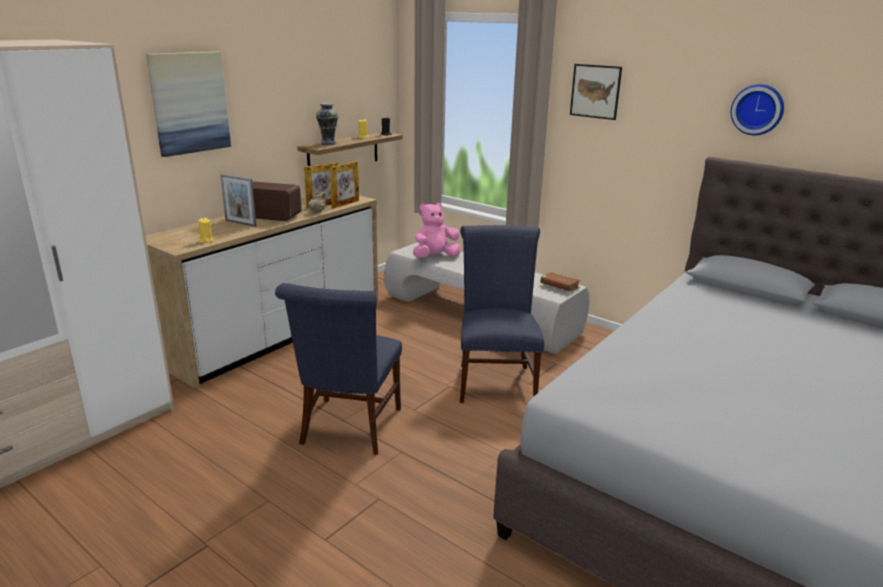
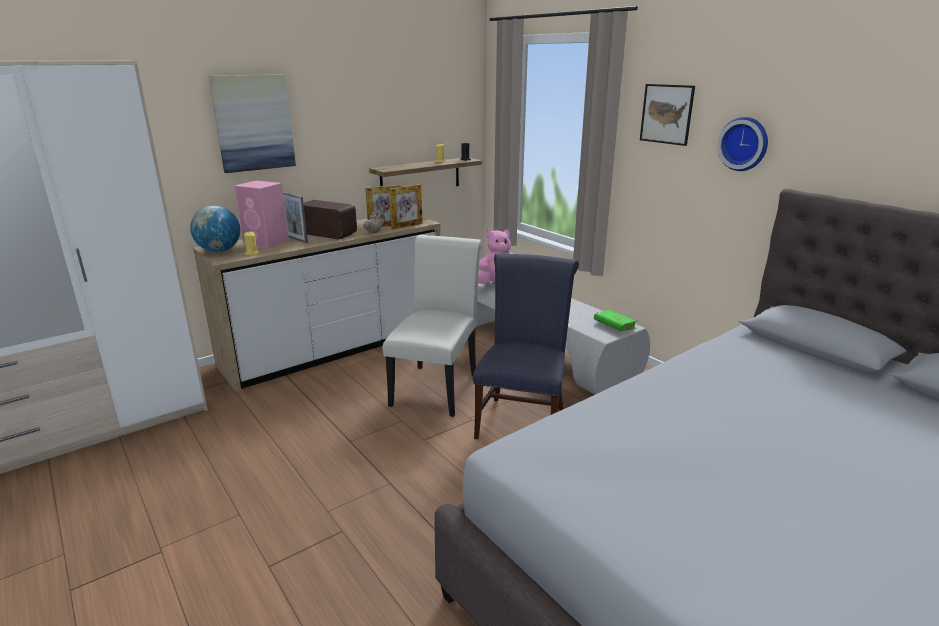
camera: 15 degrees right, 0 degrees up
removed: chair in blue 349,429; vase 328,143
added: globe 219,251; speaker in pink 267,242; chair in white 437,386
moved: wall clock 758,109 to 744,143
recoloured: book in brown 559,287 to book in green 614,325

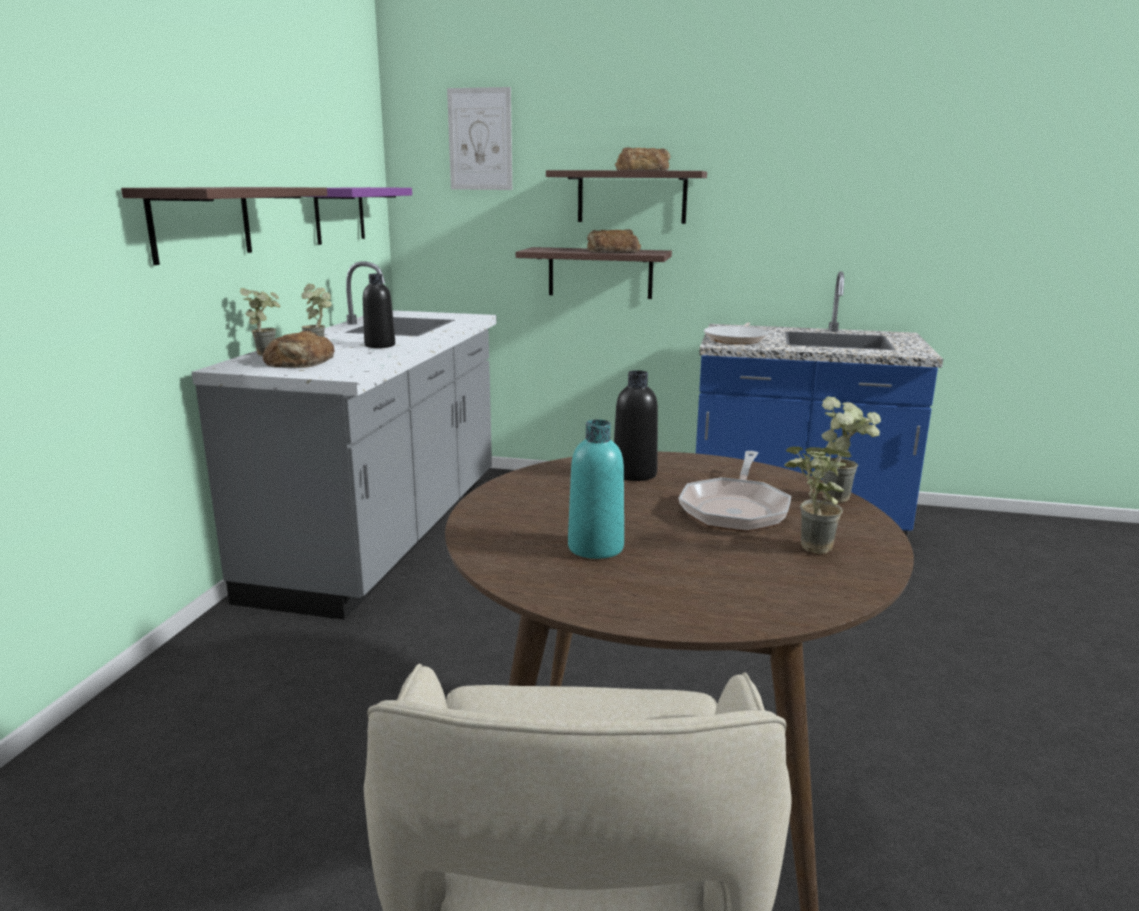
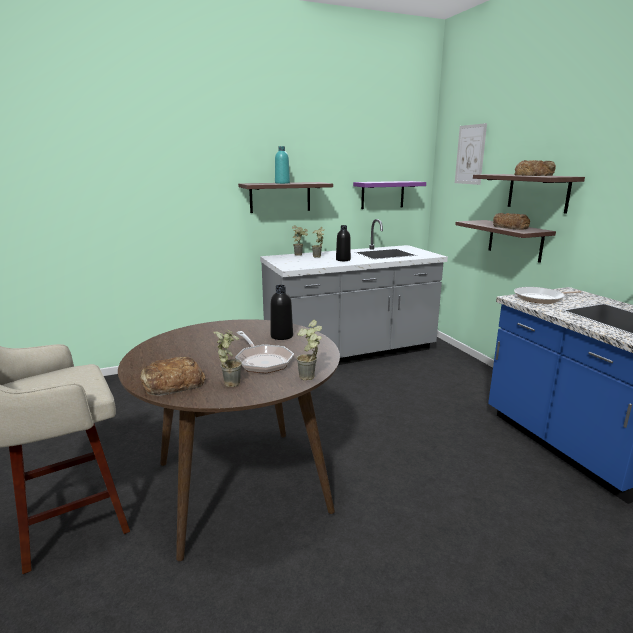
camera: 55 degrees right, 0 degrees up
moved: bread 300,361 to 172,383; bottle in turquoise 595,547 to 282,183
turned: frying pan 735,509 = 262,361 105 degrees counterclockwise

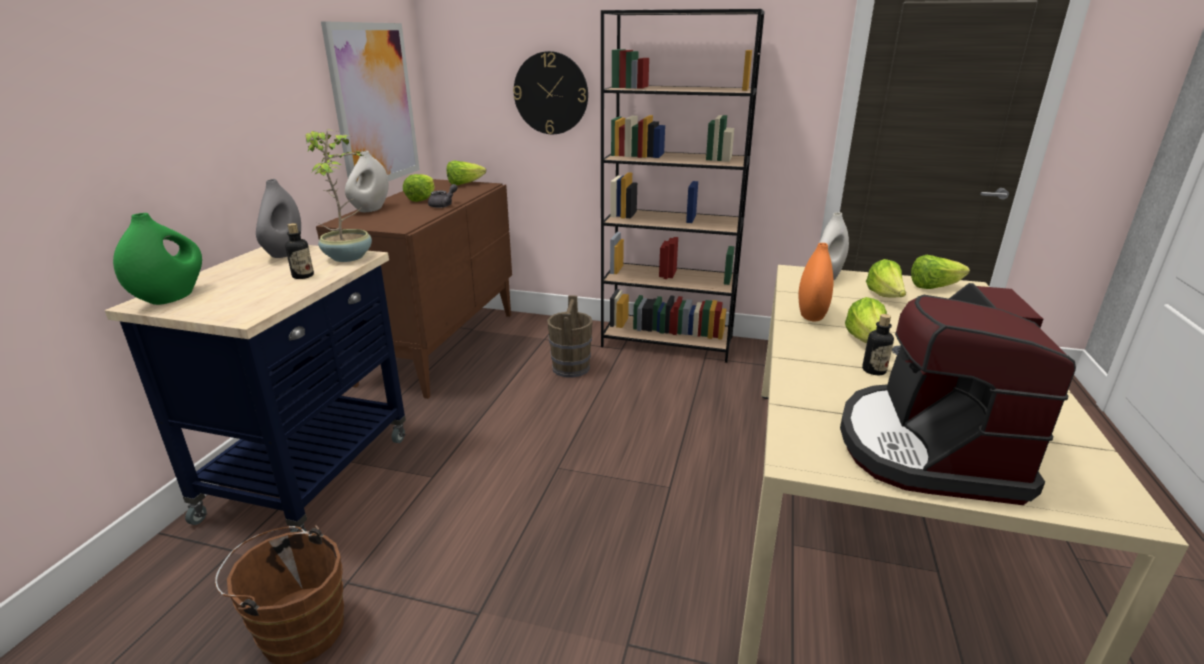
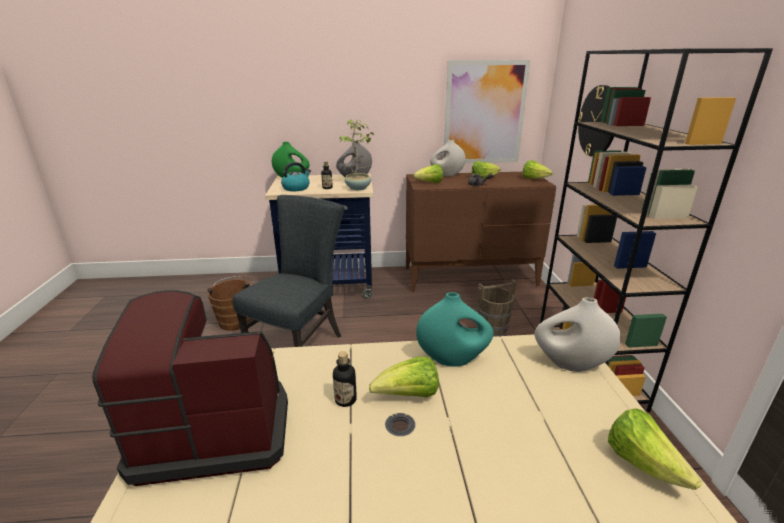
camera: 70 degrees right, 0 degrees up
added: chair in grey 300,344; kettle 296,188
moved: lettuce 885,297 to 429,183
recoloured: vase in orange 811,315 to vase in turquoise 452,359

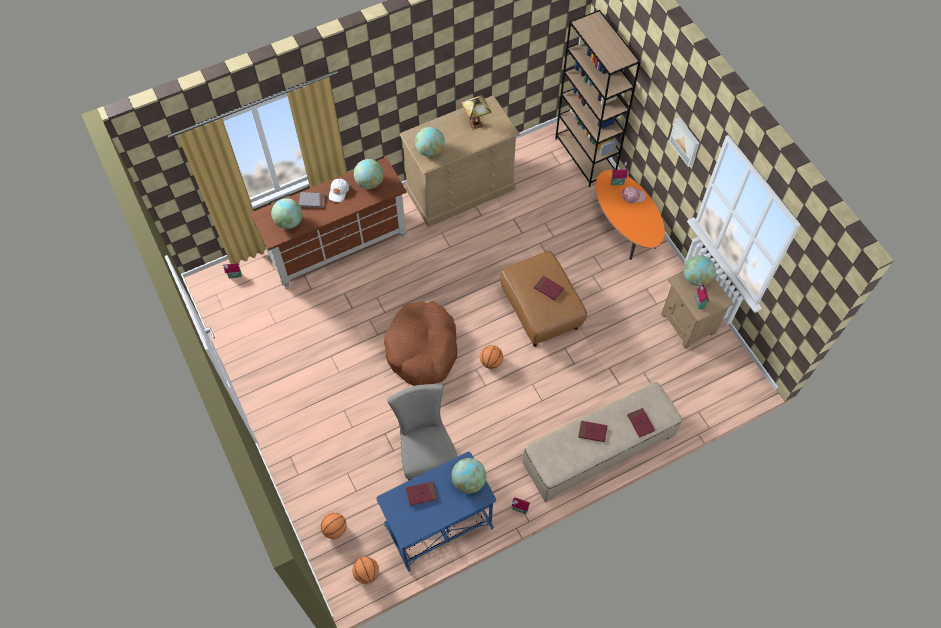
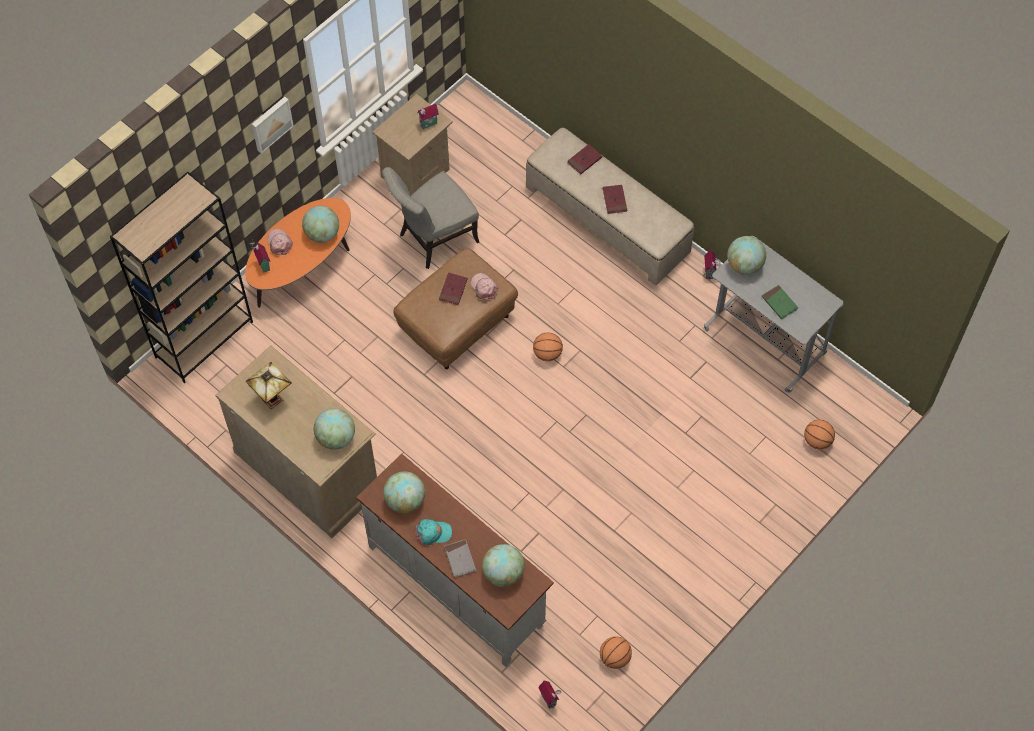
camera: 110 degrees left, 0 degrees up
removed: dog bed in brown 422,349
added: cap in pink 484,287
moved: basketball 366,573 to 615,657; chair in grey 426,456 to 434,239; globe 696,278 to 322,233
recoloured: cap in white 338,191 to cap in turquoise 433,532; desk in blue 438,527 to desk in grey 765,341; book in red 421,494 to book in green 779,303

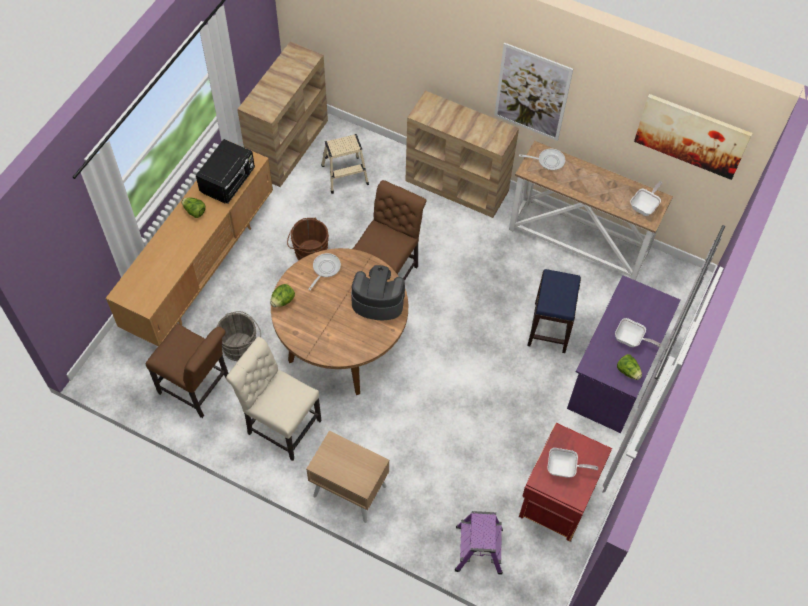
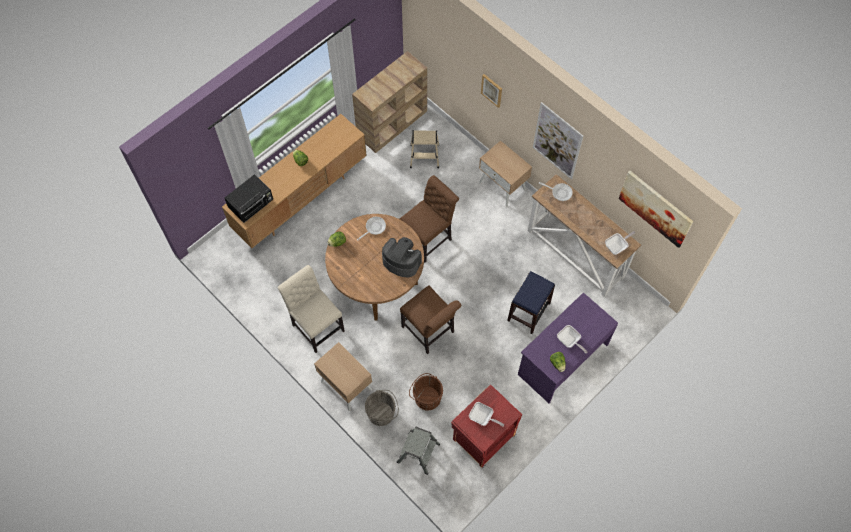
camera: 20 degrees right, 5 degrees up
added: picture 492,90
moved: chair in brown 198,389 to 430,332; microwave in black 228,182 to 252,205; bucket in grey 241,346 to 383,413; bucket in brown 309,252 to 426,397
replaced: bookcase in brown 457,185 to nightstand in beige 502,186
recoloured: step ladder in purple 479,550 to step ladder in grey 418,453

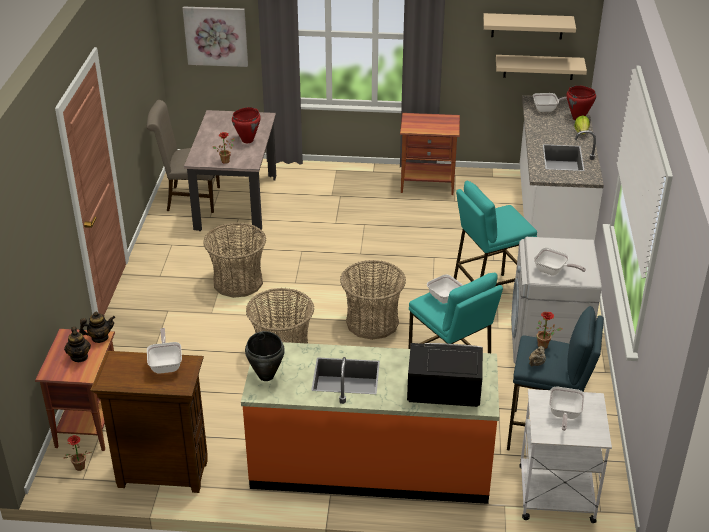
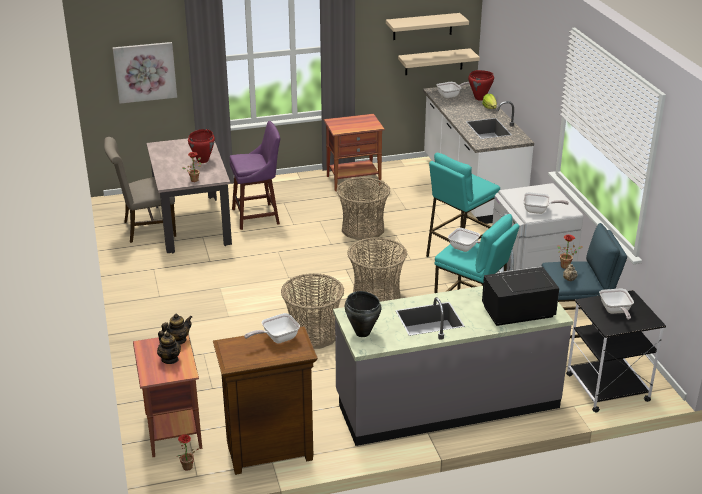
camera: 20 degrees left, 5 degrees down
added: chair in purple 258,216
moved: basket 238,282 to 362,229
recoloured: counter in orange 371,464 to counter in grey 446,402; cart in white 554,494 to cart in black 606,388
turned: frying pan 166,364 = 277,338 90 degrees counterclockwise

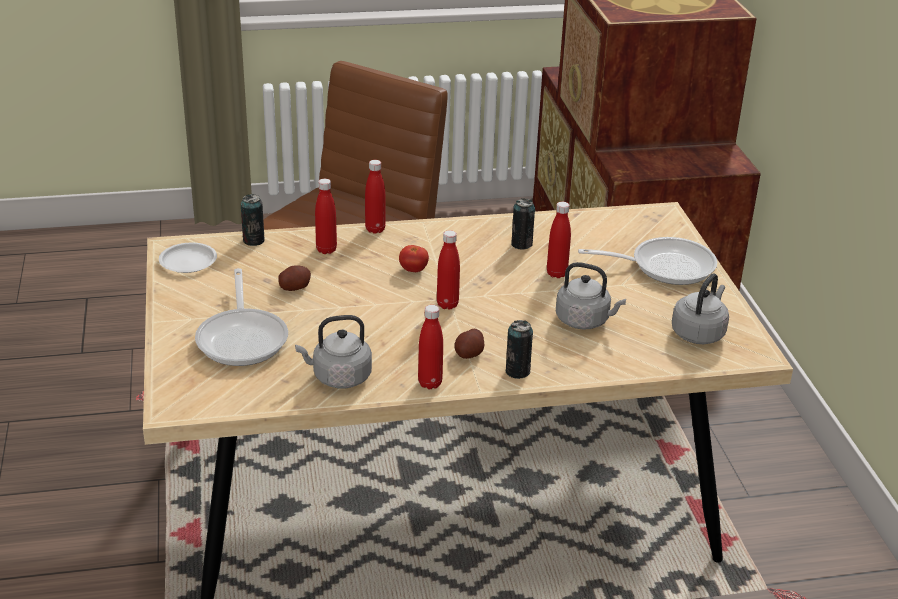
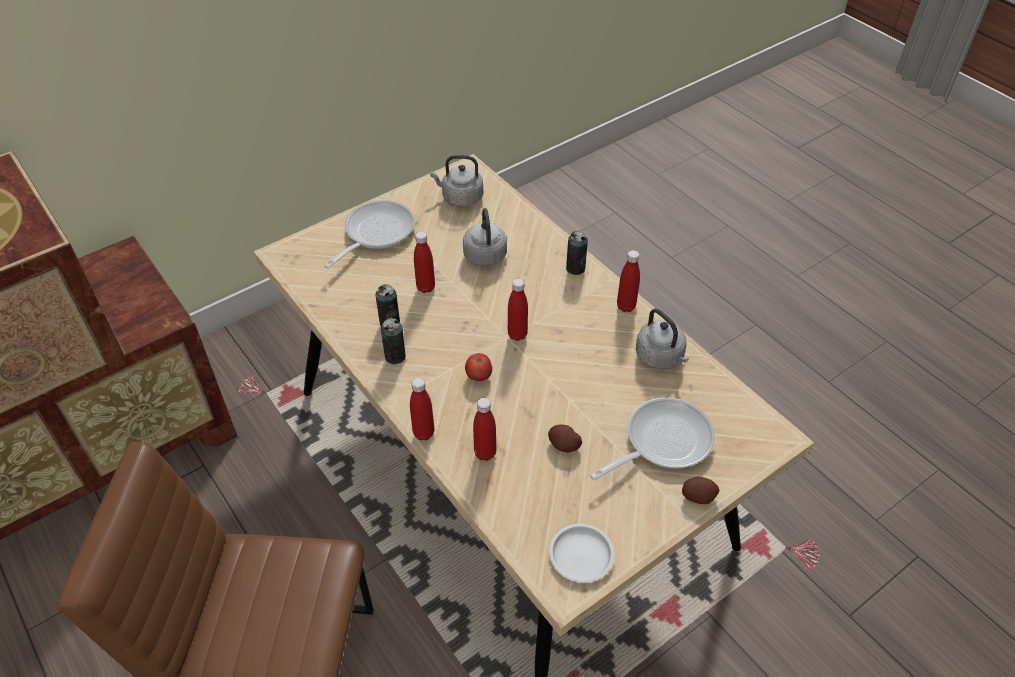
camera: 115 degrees left, 15 degrees up
moved: can 253,240 to 395,356; potato 469,354 to 698,496
turned: frying pan 664,266 = 375,233 60 degrees clockwise

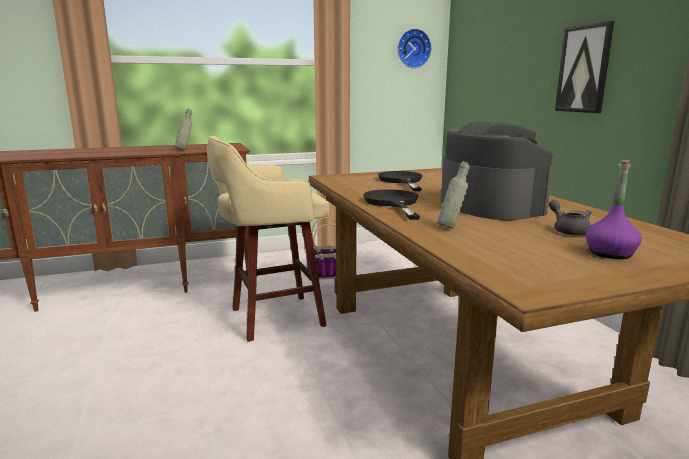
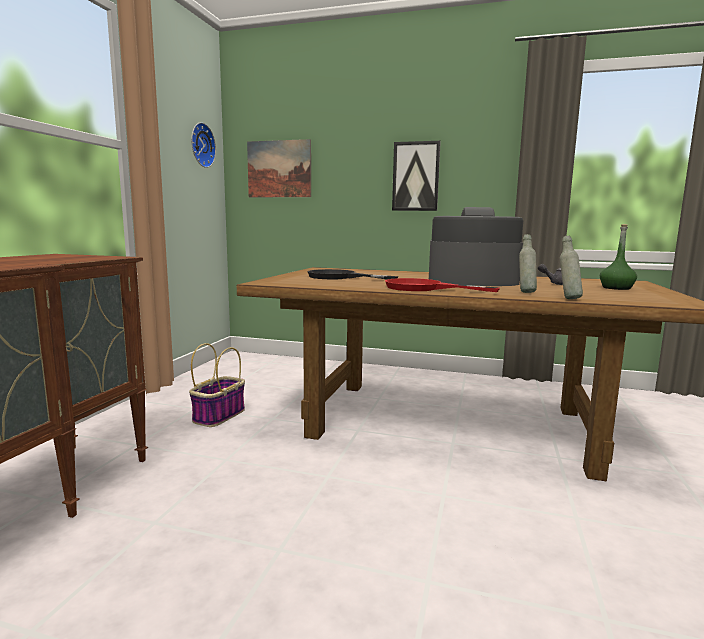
camera: 55 degrees left, 5 degrees down
removed: stool in beige 272,318
added: picture 279,169
moved: bottle in grey 185,150 to 567,298
recoloured: frying pan in black 393,203 to frying pan in red 424,288; bottle in purple 610,253 to bottle in green 616,288

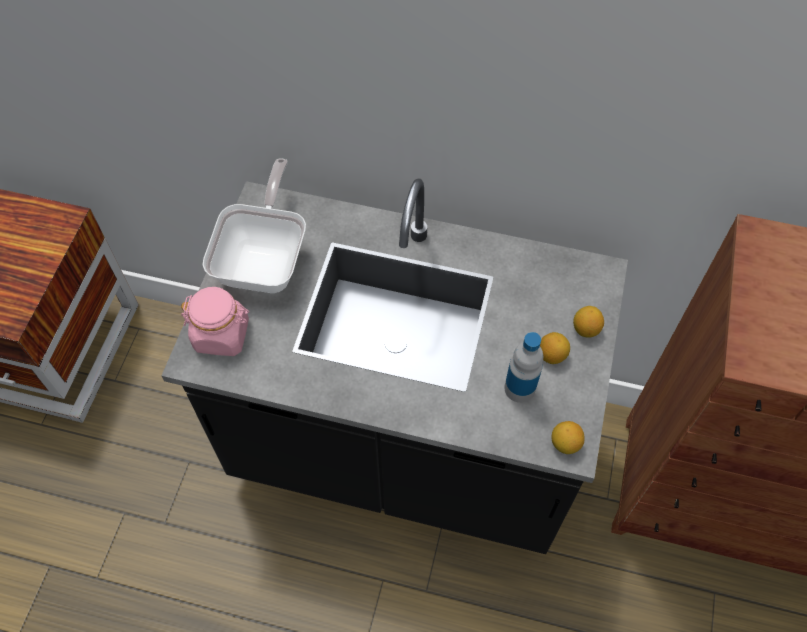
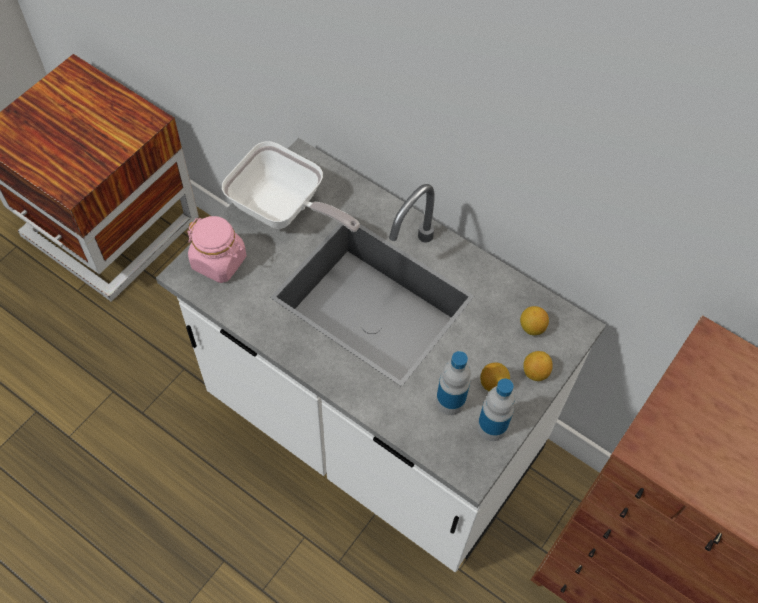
camera: 20 degrees right, 0 degrees up
added: bottle 492,427
moved: lemon 565,444 to 532,327
recoloured: counter in black 403,448 to counter in white 373,429
turned: frying pan 265,259 = 284,211 90 degrees clockwise

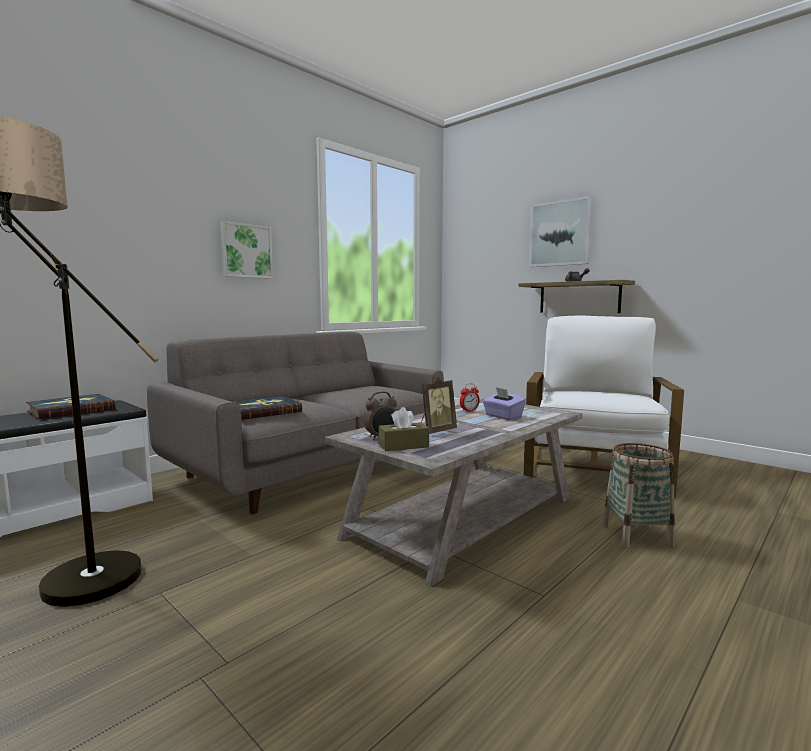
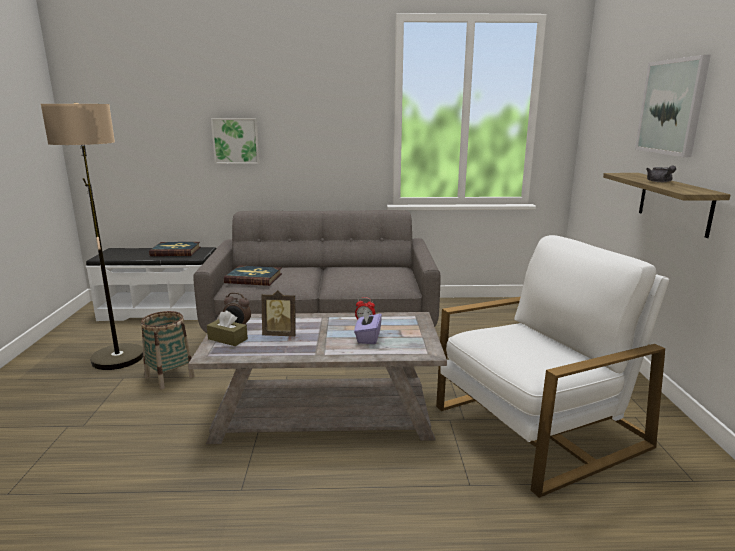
camera: 45 degrees right, 10 degrees up
moved: picture 246,251 to 236,140; basket 636,535 to 170,377

